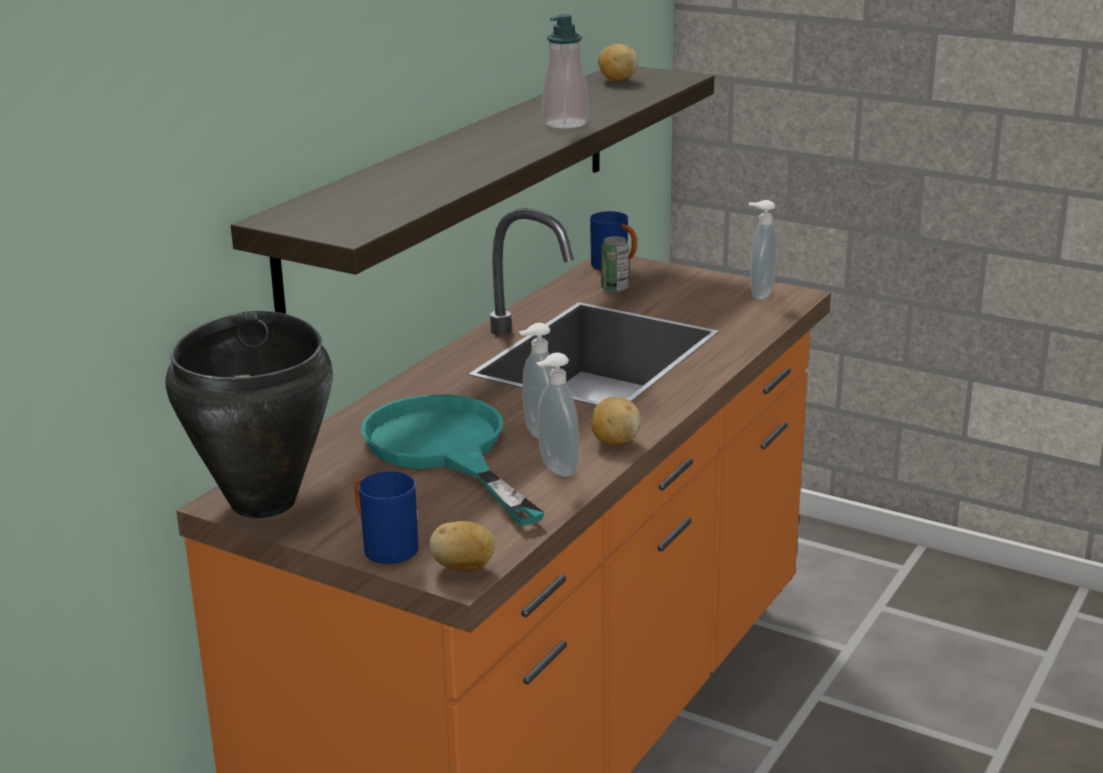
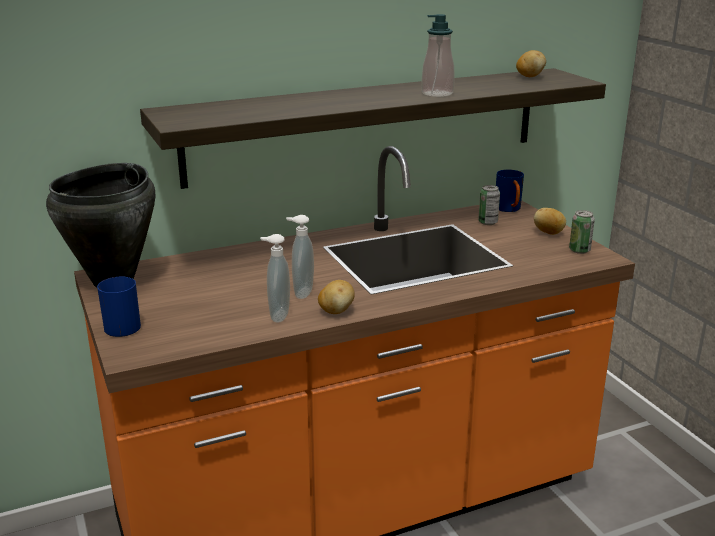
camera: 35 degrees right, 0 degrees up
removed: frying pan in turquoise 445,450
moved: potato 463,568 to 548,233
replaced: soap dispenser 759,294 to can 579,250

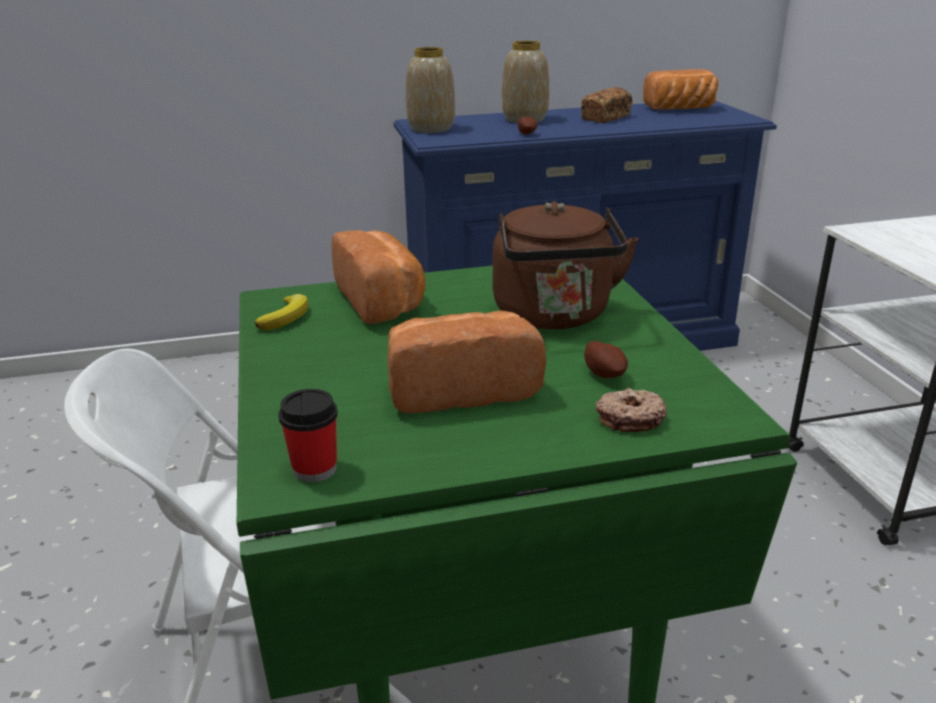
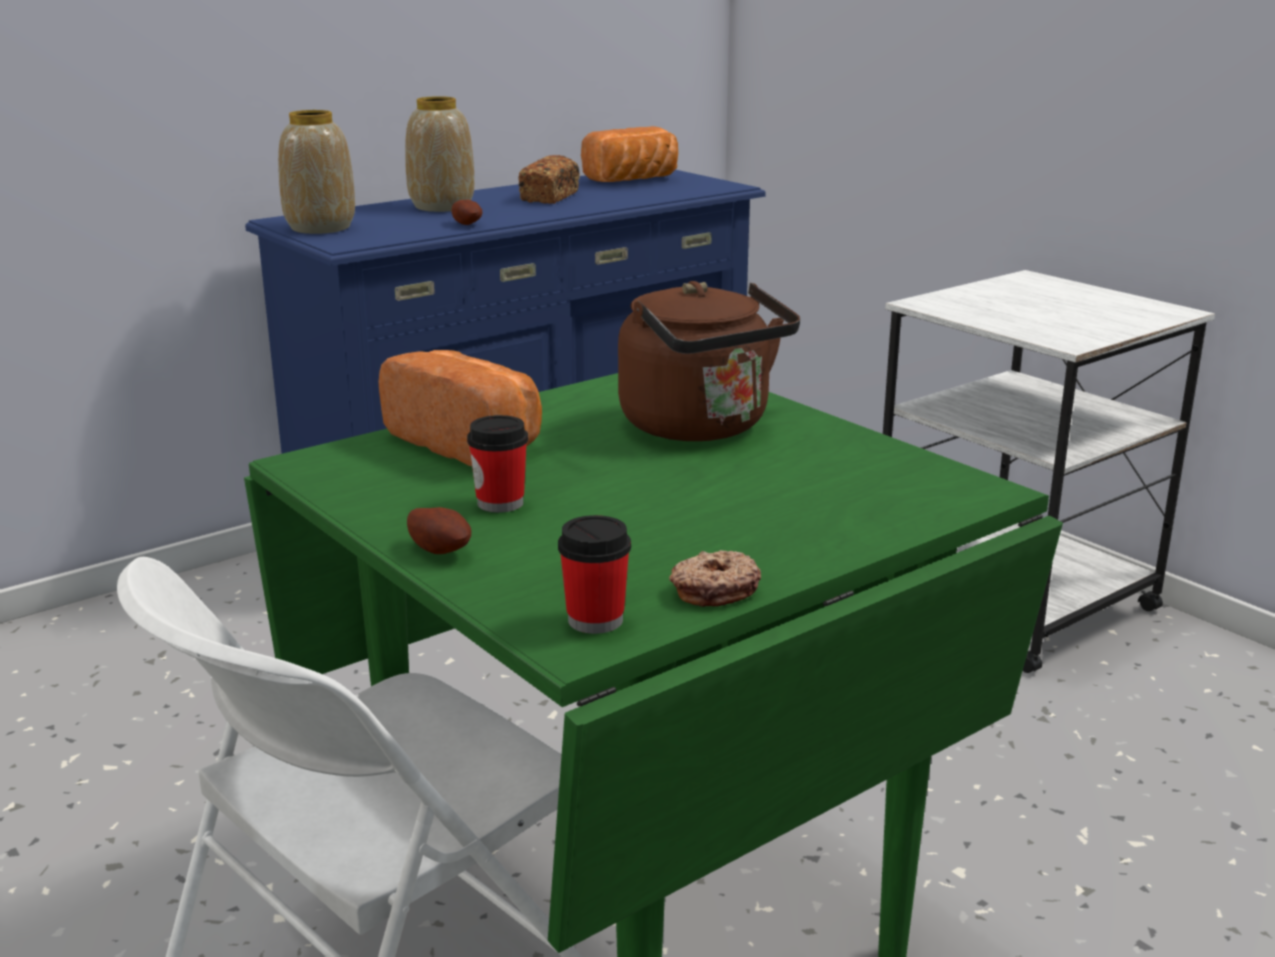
camera: 25 degrees left, 5 degrees down
removed: banana 286,316; bread 461,389
added: cup 500,503
moved: potato 605,374 to 441,550; donut 630,418 to 714,590

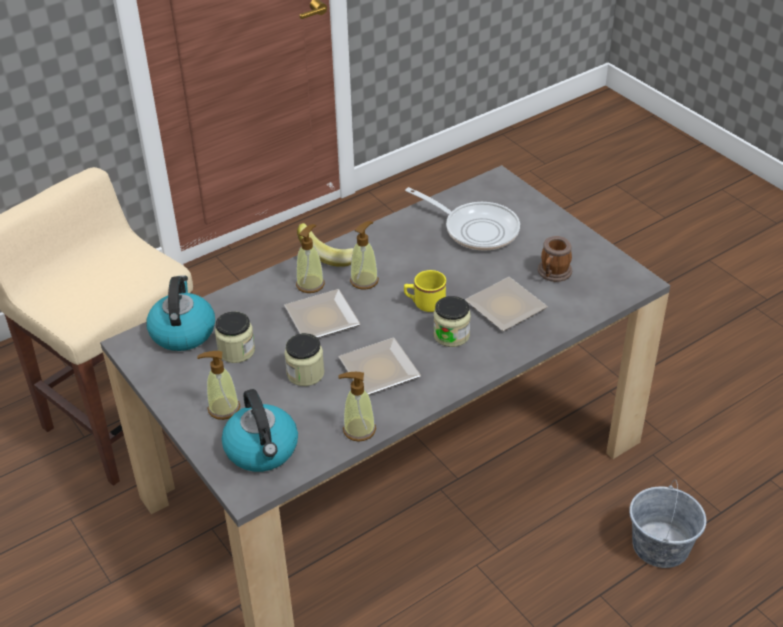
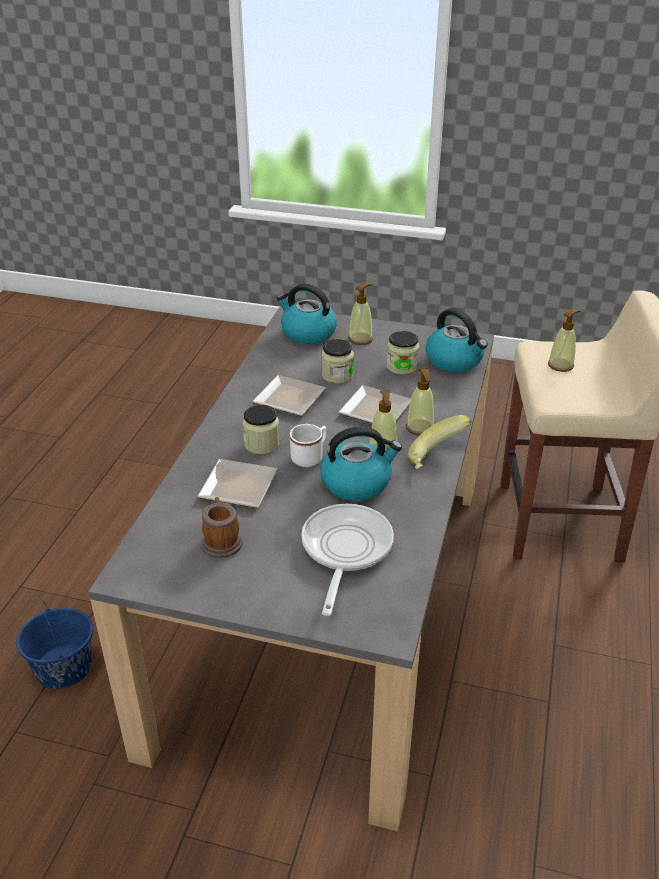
camera: 140 degrees right, 5 degrees down
added: kettle 357,482
moved: soap dispenser 359,429 to 560,365
recoloured: mug in yellow 424,304 to mug in white 310,457; bucket in grey 660,545 to bucket in blue 64,667
turned: frying pan 476,229 = 345,550 105 degrees clockwise

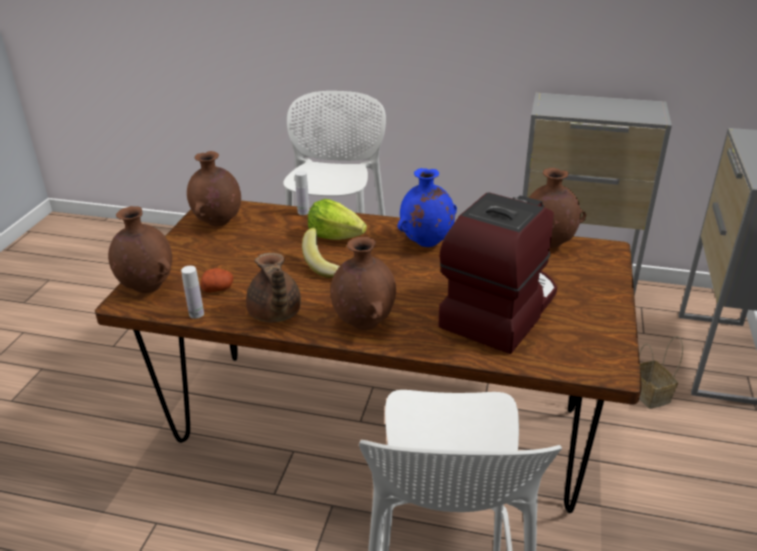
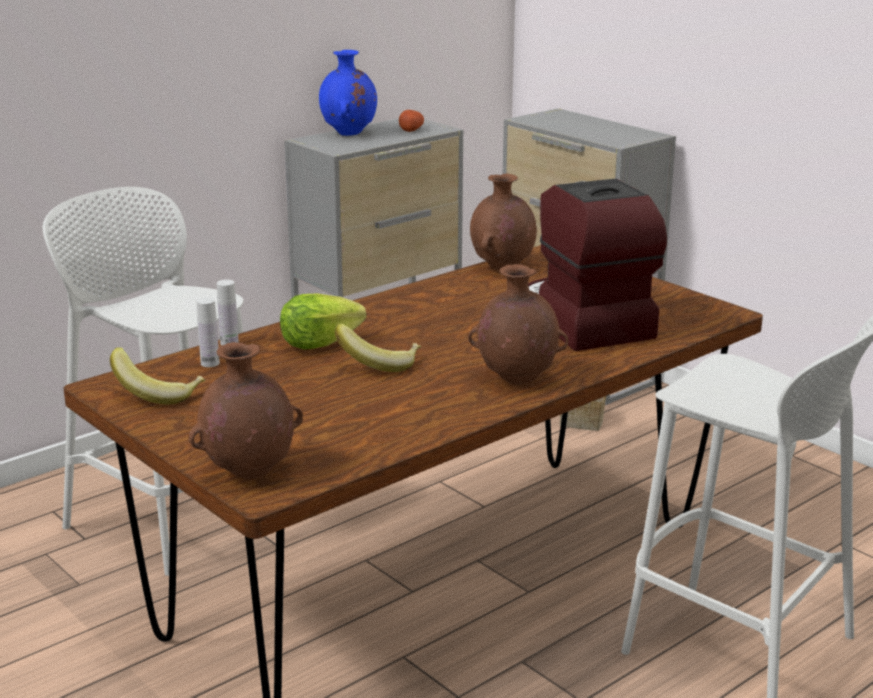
camera: 55 degrees left, 10 degrees down
removed: teapot in brown 274,314
moved: bottle in white 196,314 to 210,363; potato 218,288 to 411,129; vase in blue 426,243 to 349,134
replaced: vase in brown 218,223 to banana 159,394

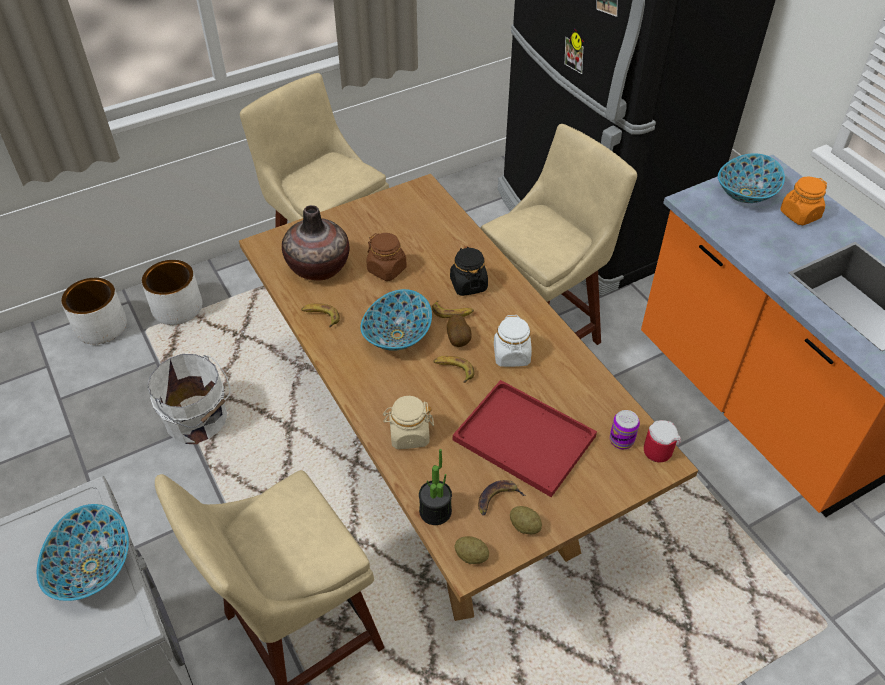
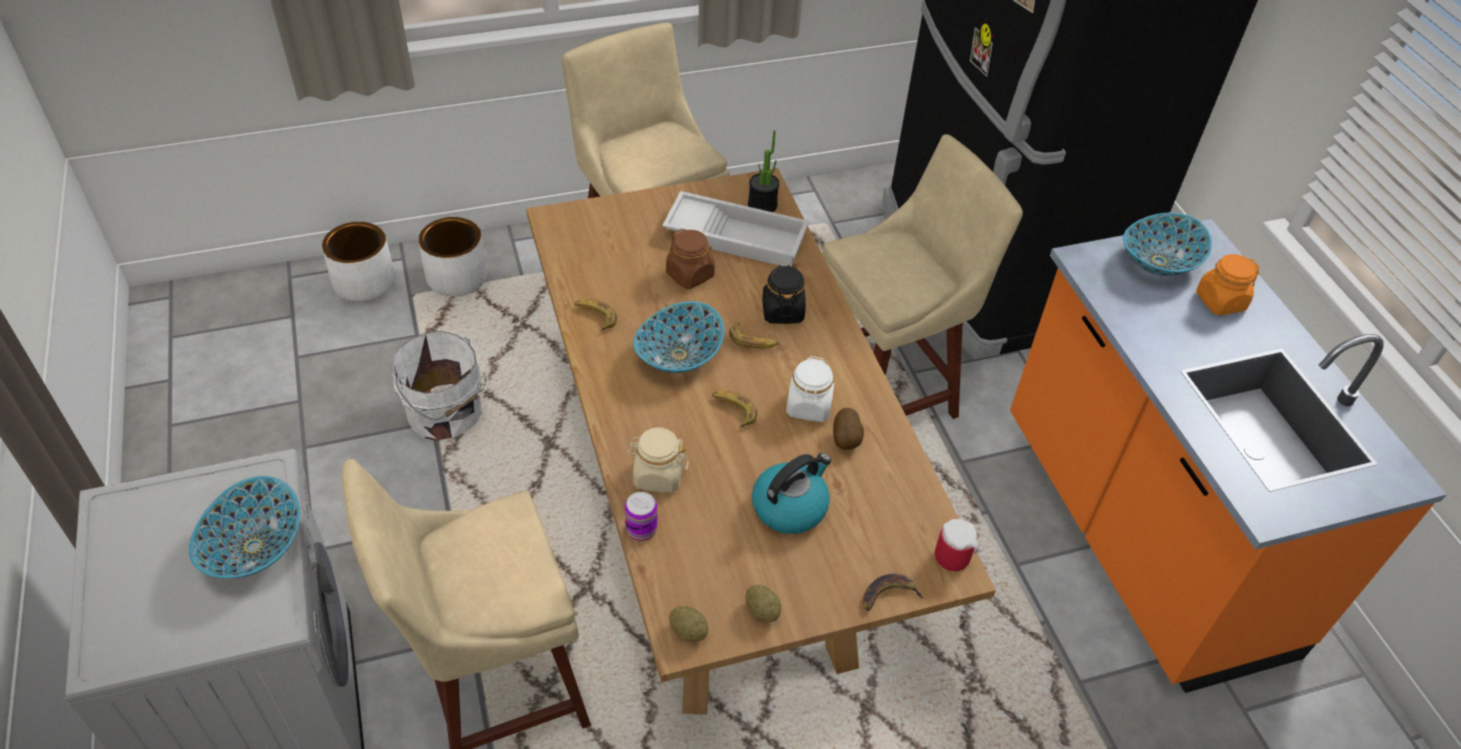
camera: 10 degrees right, 0 degrees up
removed: vase 318,267
added: tray in white 737,236
moved: potted plant 435,511 to 762,205; potato 459,340 to 846,440; banana 497,499 to 888,595; can 621,440 to 641,529
replaced: tray in red 521,438 to kettle 790,506

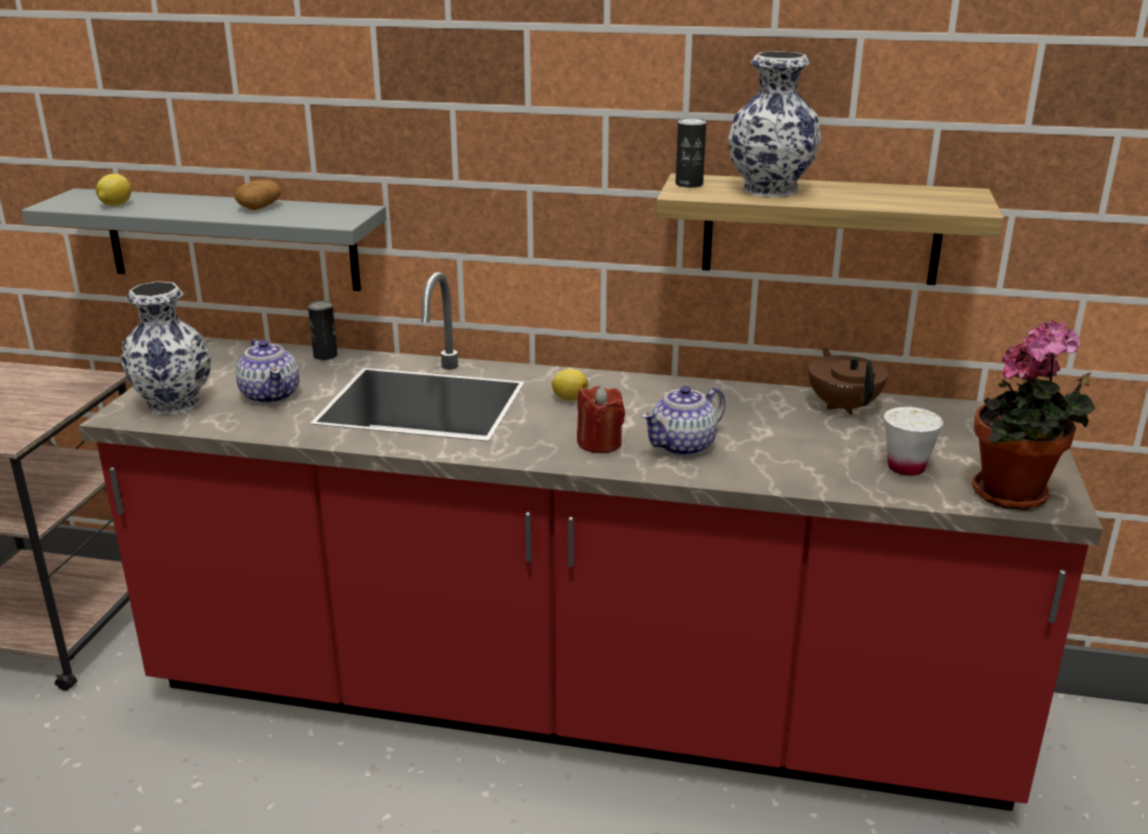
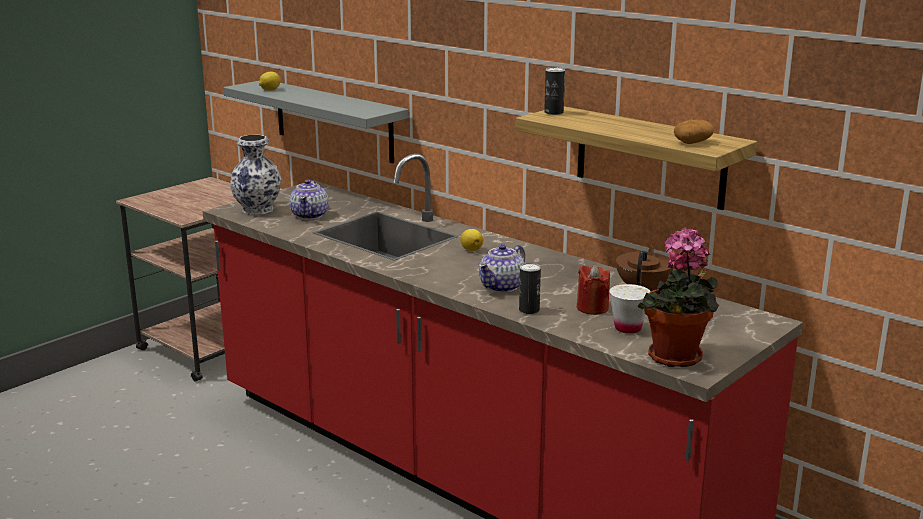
camera: 30 degrees right, 5 degrees down
removed: vase 770,190
moved: potato 259,207 to 692,142; can 325,356 to 529,310; candle in red 599,443 to 592,308
turned: teapot 684,446 = 502,287 45 degrees counterclockwise

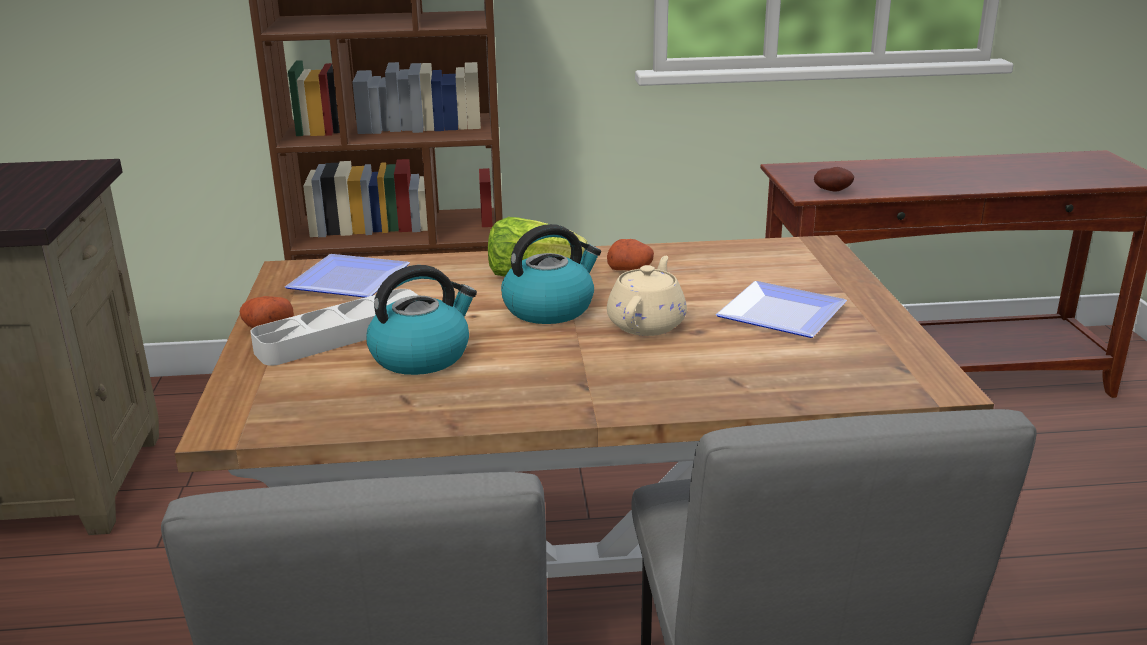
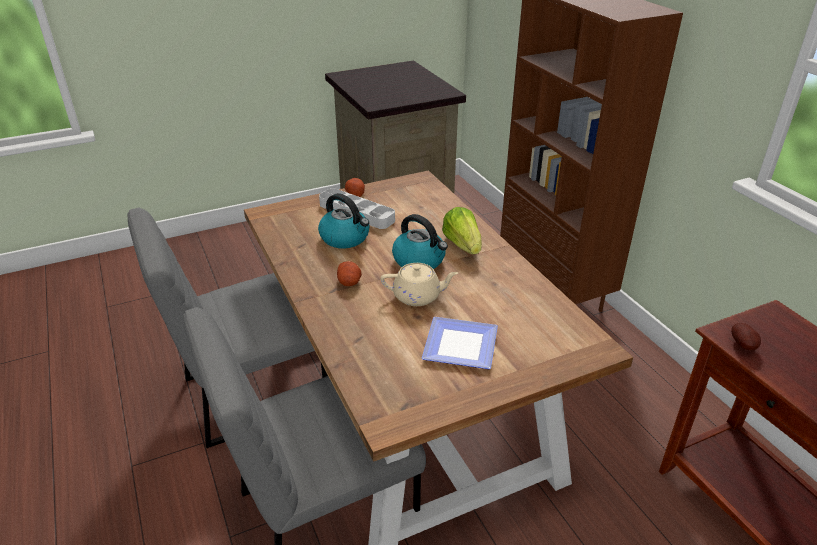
camera: 70 degrees right, 10 degrees up
removed: plate 348,279
moved: potato 631,269 to 349,282

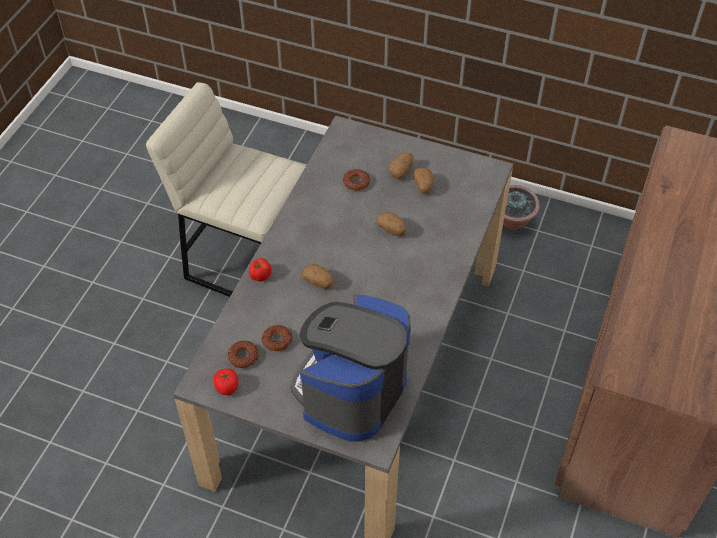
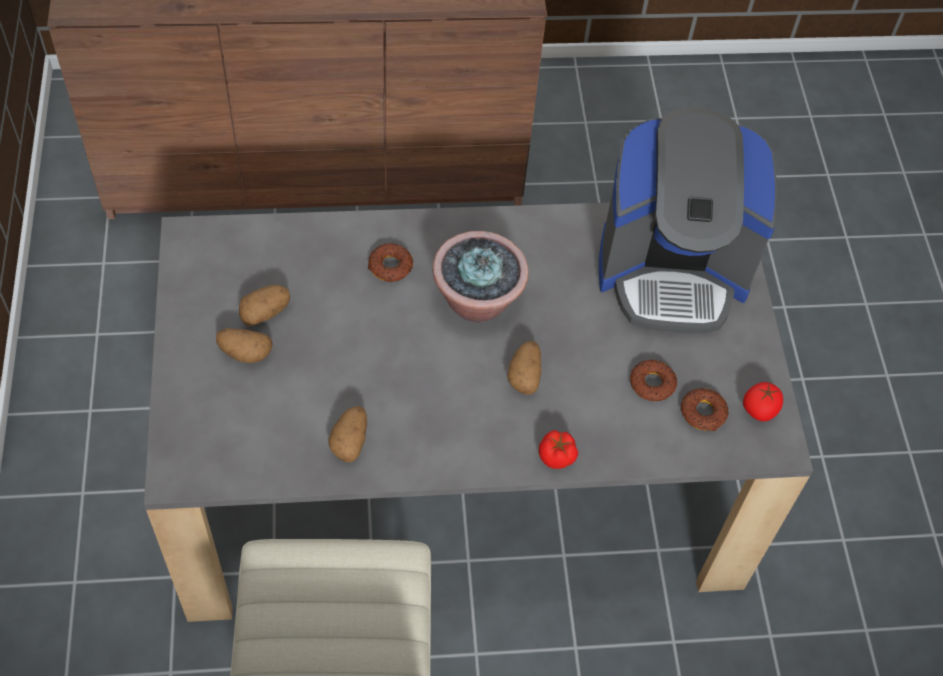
camera: 120 degrees left, 5 degrees up
moved: donut 356,182 to 390,266; potato 392,230 to 350,441; potted plant 512,221 to 477,301

